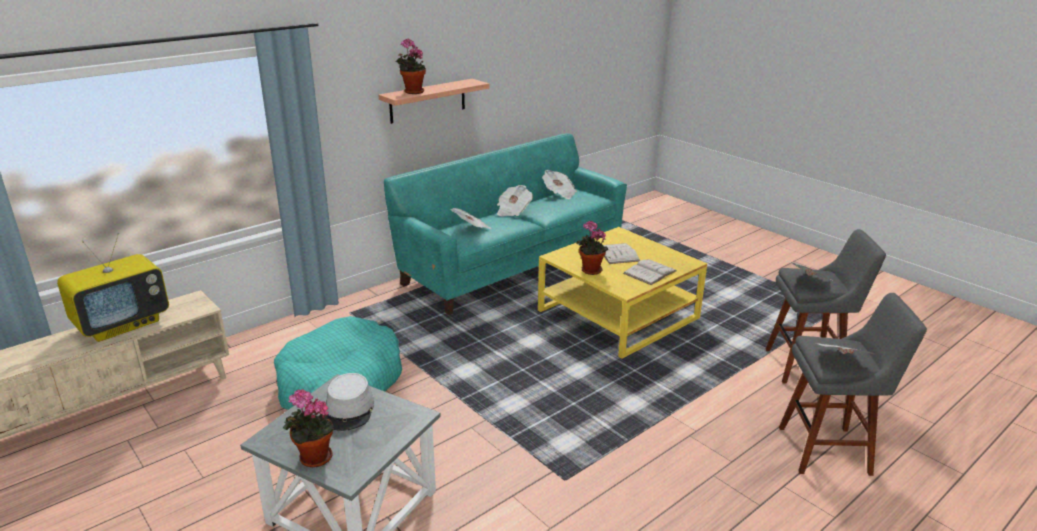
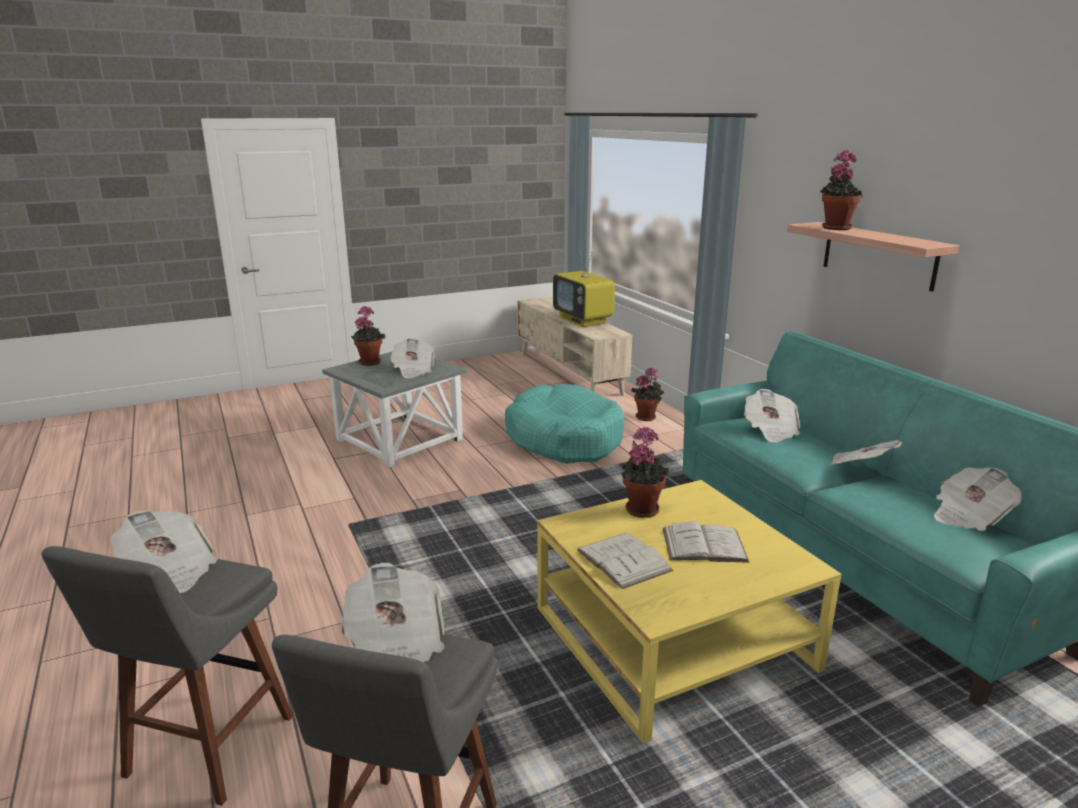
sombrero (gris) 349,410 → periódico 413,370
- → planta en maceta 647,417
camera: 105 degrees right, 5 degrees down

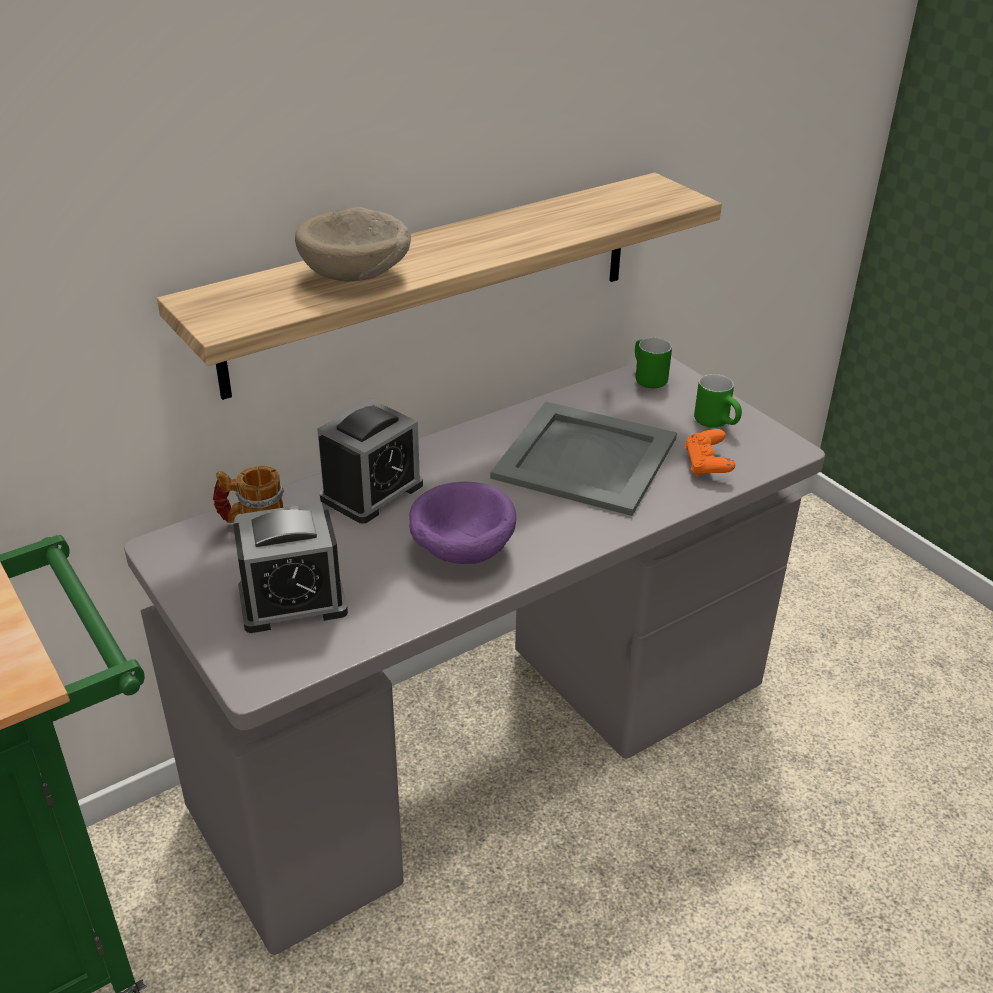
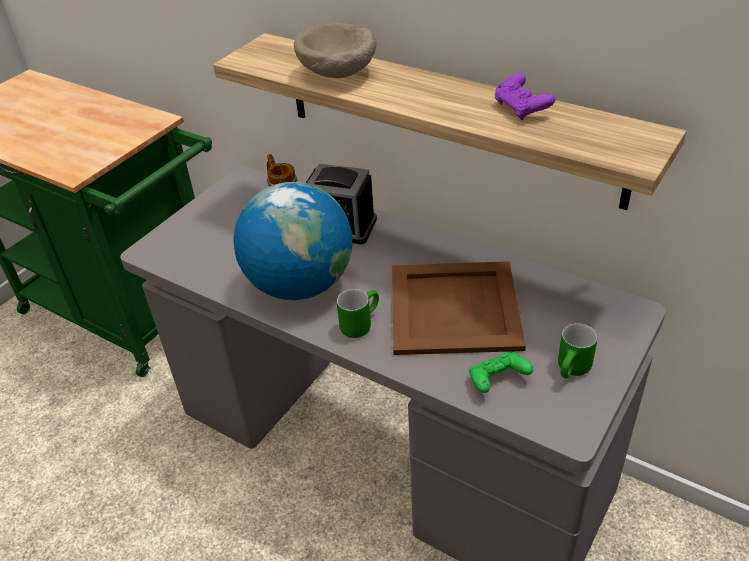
cuenco (morado) 461,551 → globo terráqueo 300,284
taza grande (verde) 645,378 → taza grande (verde) 359,323, shifted
bandeja (gris) 584,457 → bandeja (marrón) 455,307
mando de consola (naranja) 707,466 → mando de consola (verde) 497,381
- → mando de consola (morado) 521,109
despertador 292,601 → -
camera: 70 degrees right, 5 degrees up

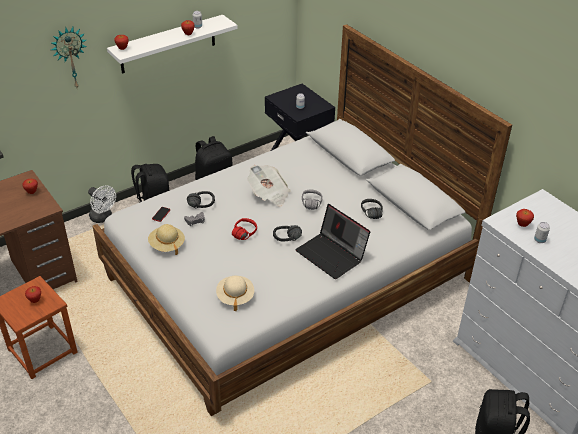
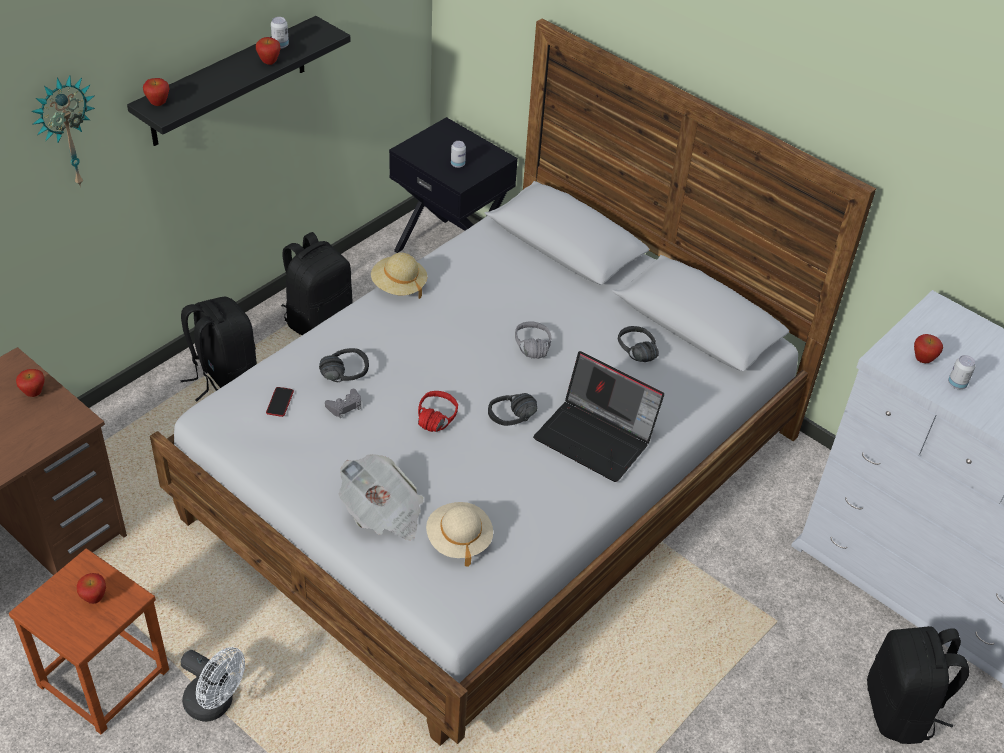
estante (blanco) 168,44 → estante (negro) 228,82
ventilador (blanco) 103,218 → ventilador (blanco) 215,704, shifted
periódico 269,194 → periódico 383,513, shifted
sombrero (beis) 167,245 → sombrero (beis) 399,286, shifted
camera: 15 degrees left, 5 degrees up

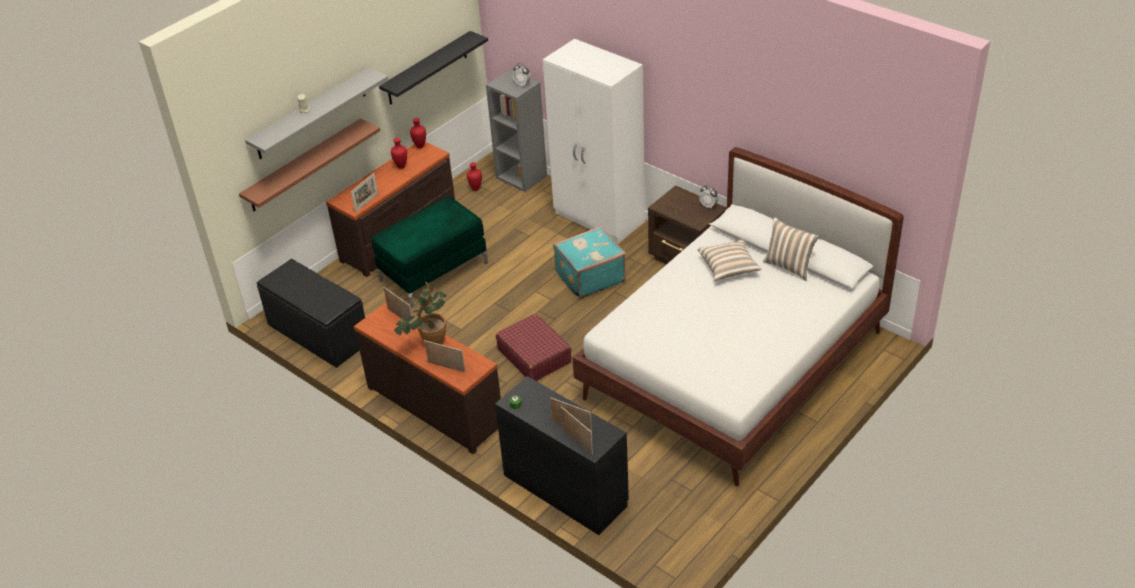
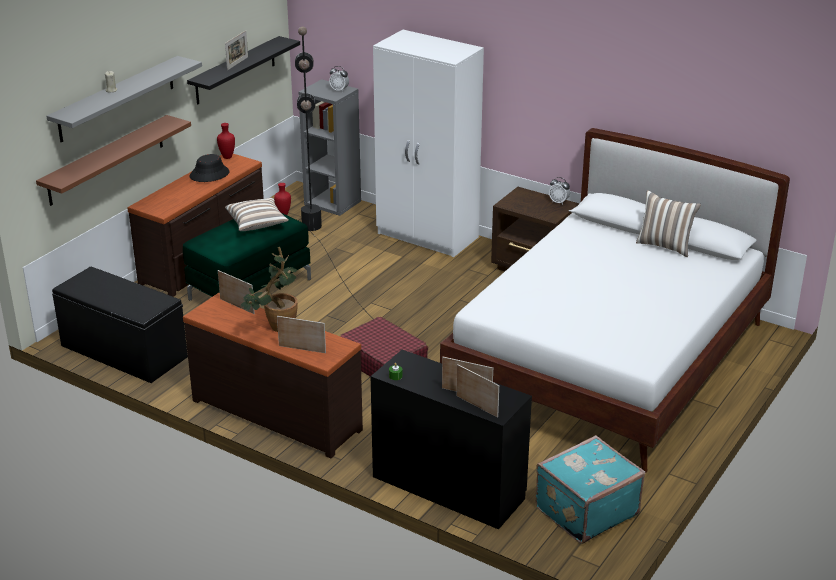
florero (rojo) 401,166 → sombrero (negro) 209,174
portarretratos 366,203 → portarretratos 237,63, shifted
cojín 728,267 → cojín 257,223, shifted
- → lámpara de pie (negro) 327,251
maleta (turquesa) 589,277 → maleta (turquesa) 585,510, shifted
camera: 10 degrees left, 10 degrees down

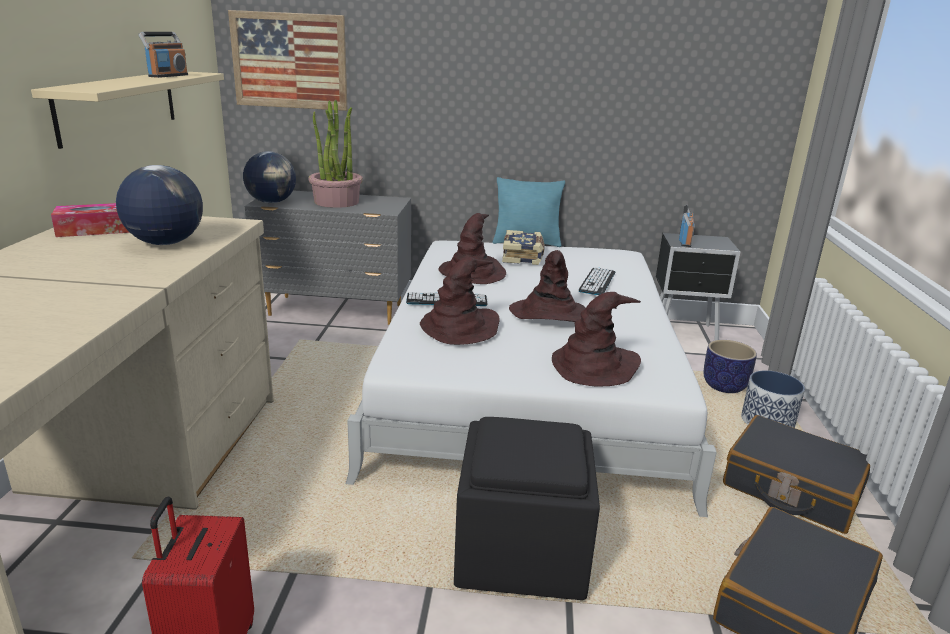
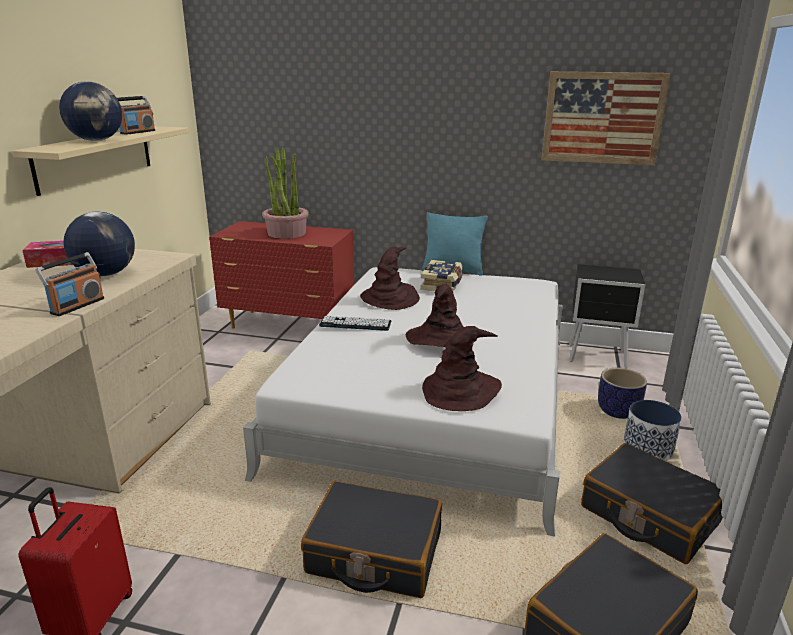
radio 685,241 → radio 77,306, shifted
globo terráqueo 272,202 → globo terráqueo 97,140, shifted
cómoda (gris) 337,311 → cómoda (rojo) 289,326
puf (negro) 522,551 → maleta (negro) 374,553
cuadro 289,61 → cuadro 602,118, shifted
sombrero (marrón) 460,327 → -
teclado 597,282 → -
camera: 10 degrees right, 0 degrees up

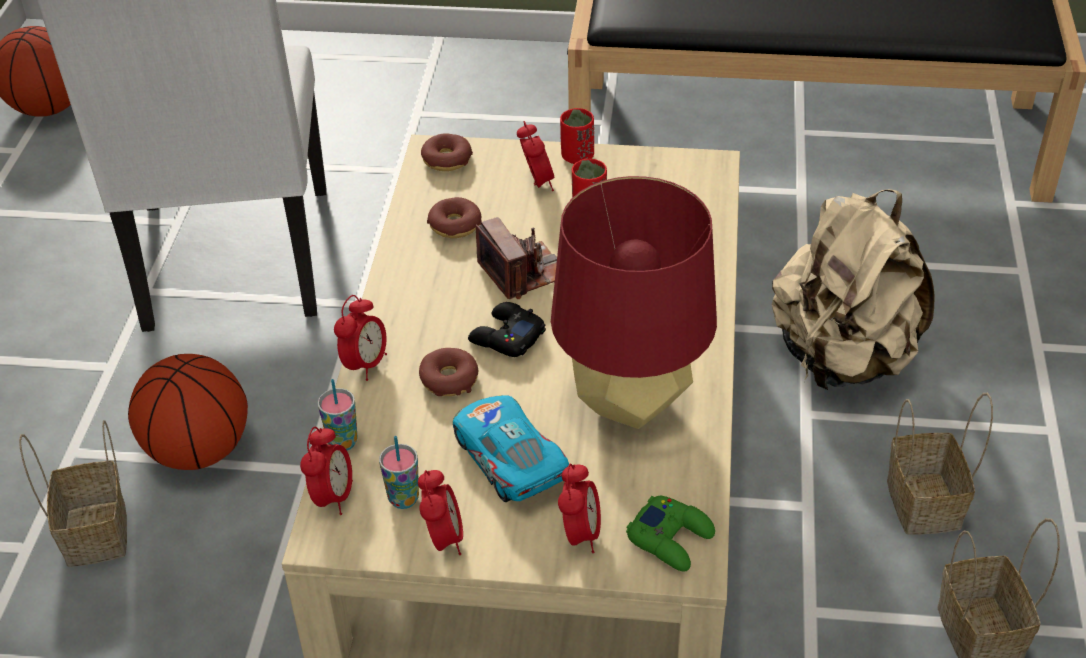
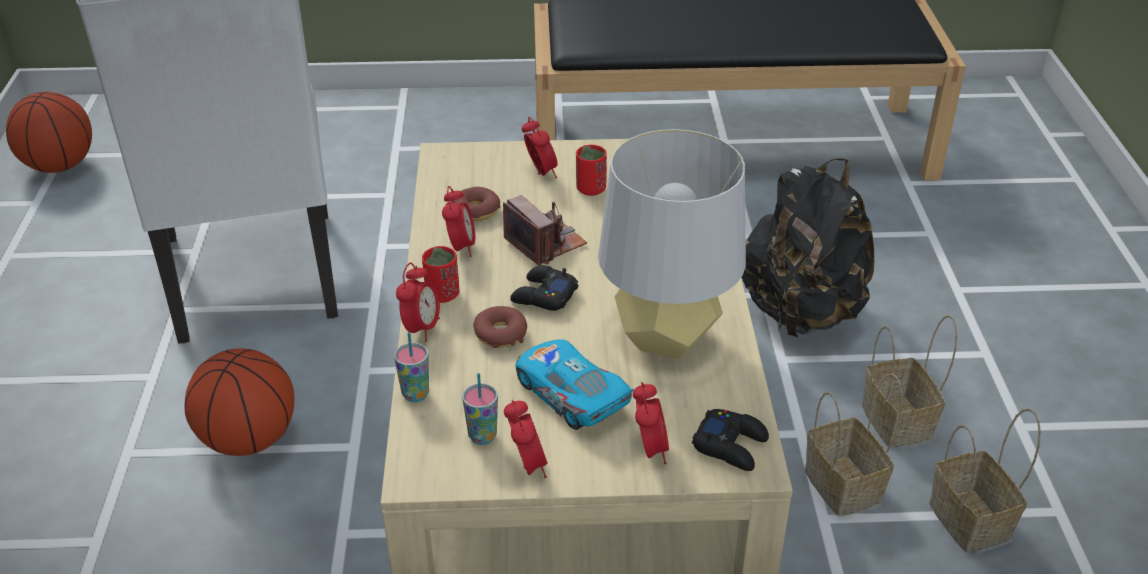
taza (rojo) 577,157 → taza (rojo) 442,295, shifted
despertador 332,497 → despertador 461,247, shifted
lámpara de mesa (rojo) 630,402 → lámpara de mesa (gris) 666,338
mando de consola (verde) 671,538 → mando de consola (negro) 731,445
mochila (beis) 843,358 → mochila (negro) 801,312
cesta 98,535 → cesta 845,487, shifted
rosquilla 446,160 → -
camera: 10 degrees left, 5 degrees down

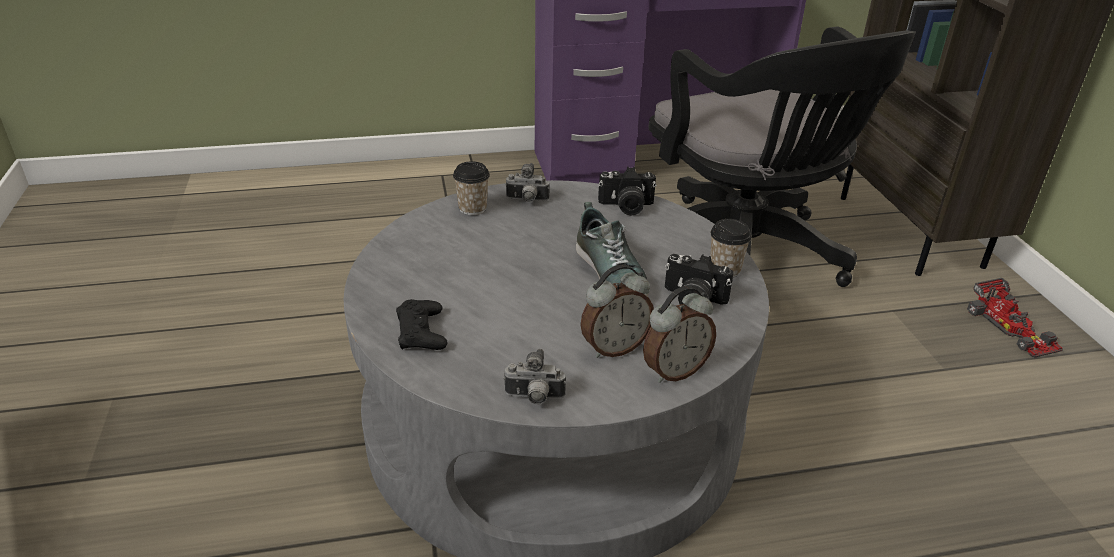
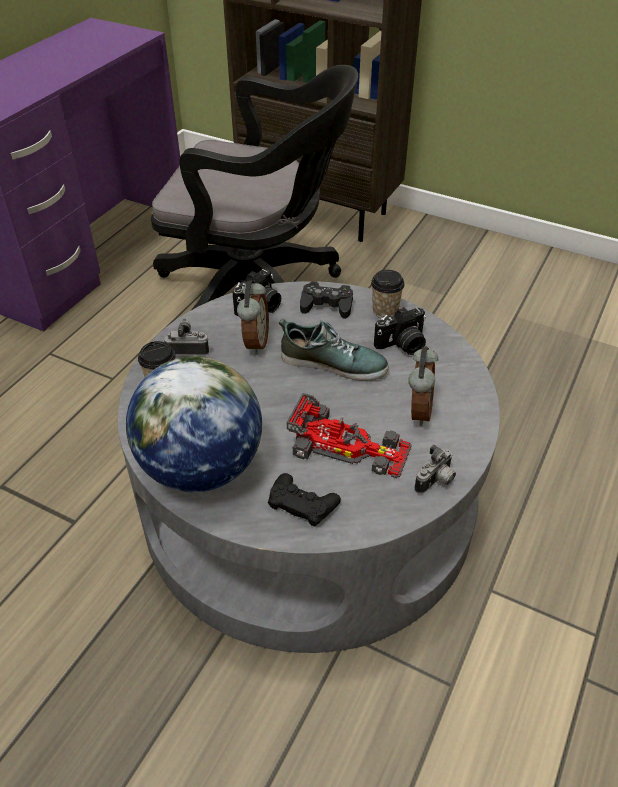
- → globo terráqueo 201,467
cámara 527,200 → cámara 188,350, 135 degrees counterclockwise
despertador 674,371 → despertador 255,342, shifted
coche de juguete 1012,327 → coche de juguete 348,446, shifted
- → mando de consola (negro) 327,305
camera: 50 degrees left, 10 degrees up

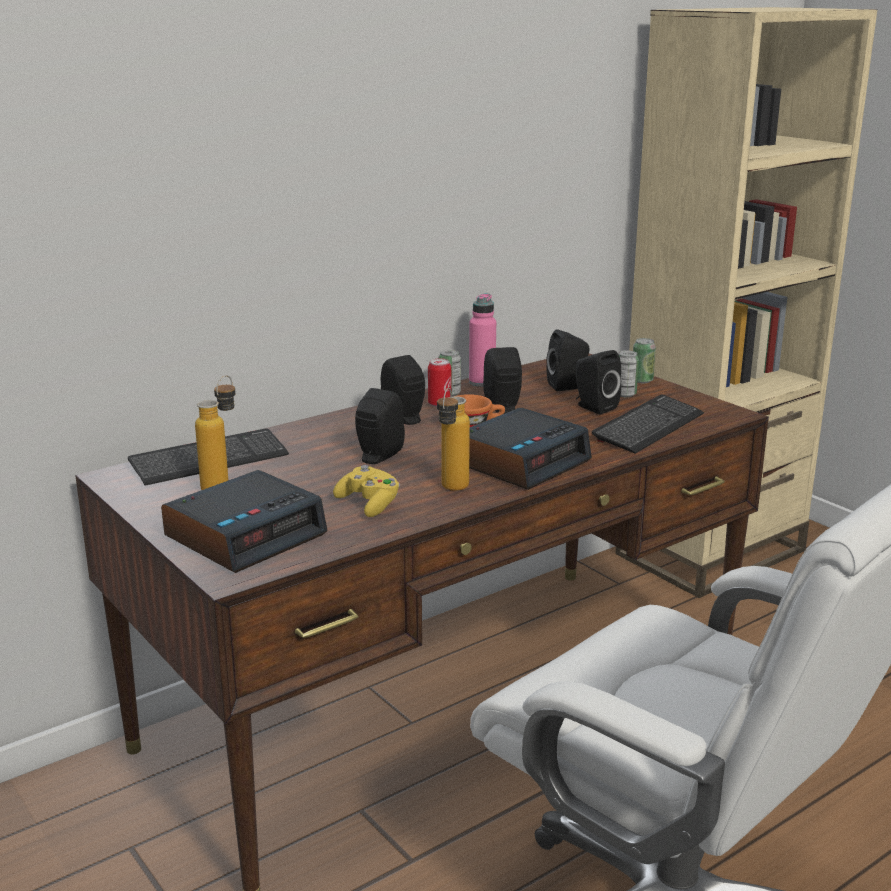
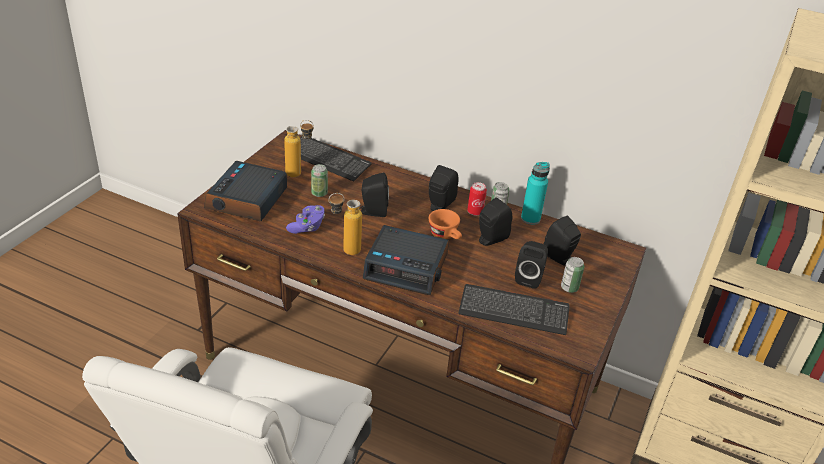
despertador 246,535 → despertador 247,200, 90 degrees clockwise
mando de consola (amarillo) 369,504 → mando de consola (morado) 307,227
lata 642,380 → lata 319,193, shifted
botella (rosa) 482,382 → botella (turquesa) 530,219
camera: 60 degrees right, 15 degrees up

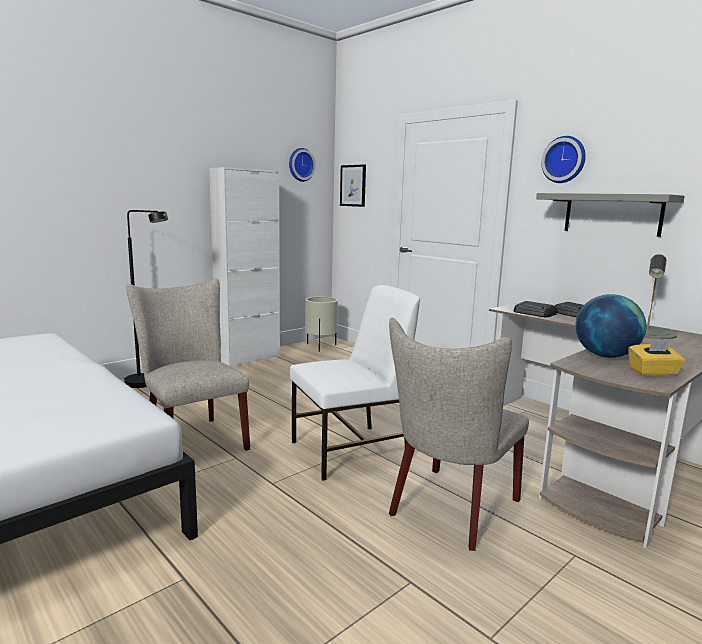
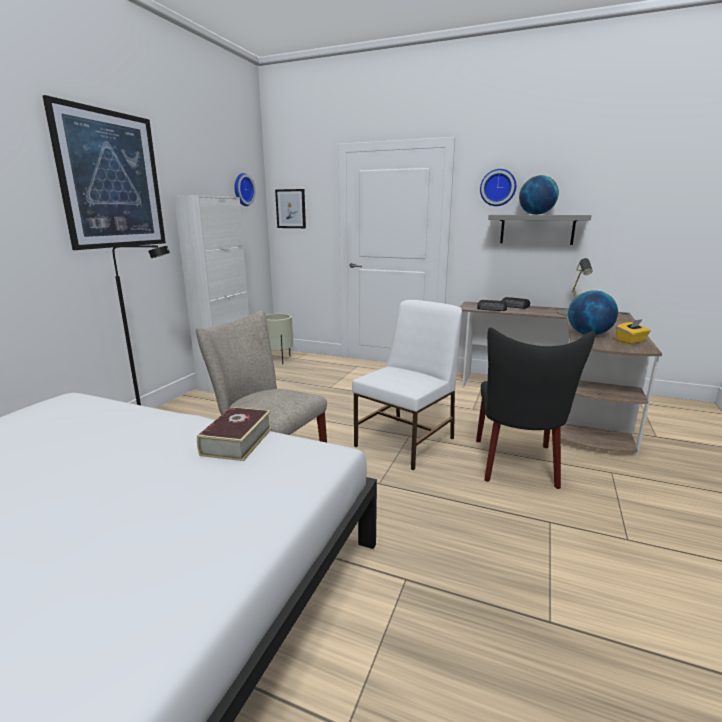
- → cuadro 112,180
- → libro 237,441
silla (beis) 450,510 → silla (negro) 517,466
- → globo terráqueo 536,214
camera: 25 degrees left, 5 degrees up

